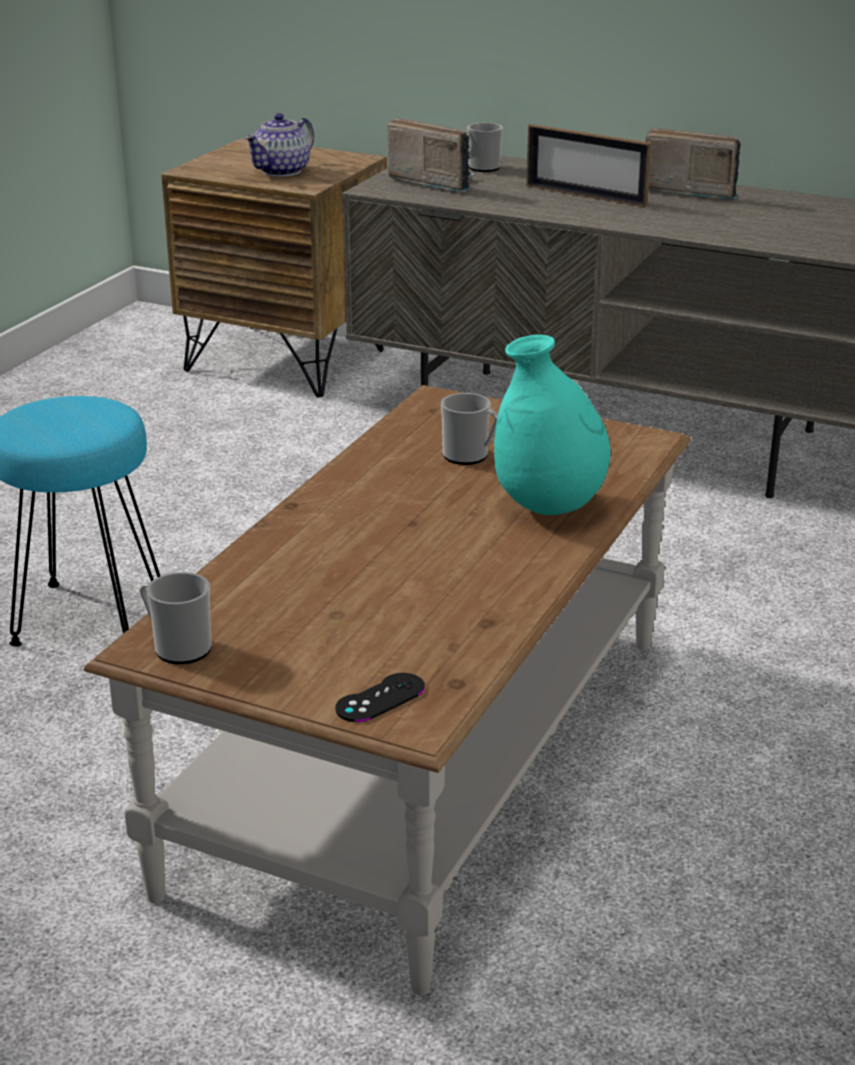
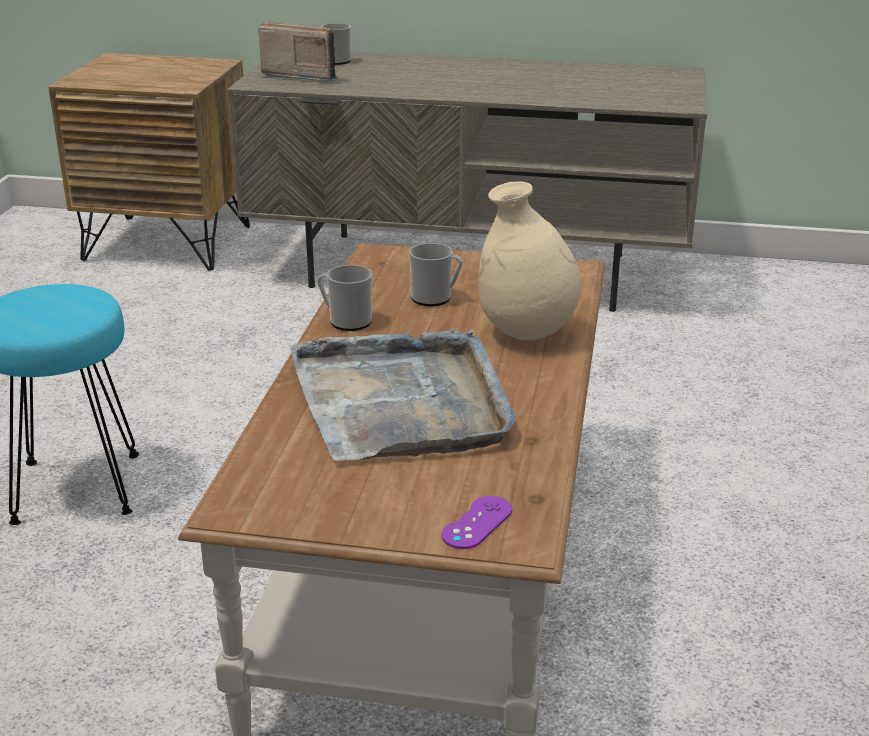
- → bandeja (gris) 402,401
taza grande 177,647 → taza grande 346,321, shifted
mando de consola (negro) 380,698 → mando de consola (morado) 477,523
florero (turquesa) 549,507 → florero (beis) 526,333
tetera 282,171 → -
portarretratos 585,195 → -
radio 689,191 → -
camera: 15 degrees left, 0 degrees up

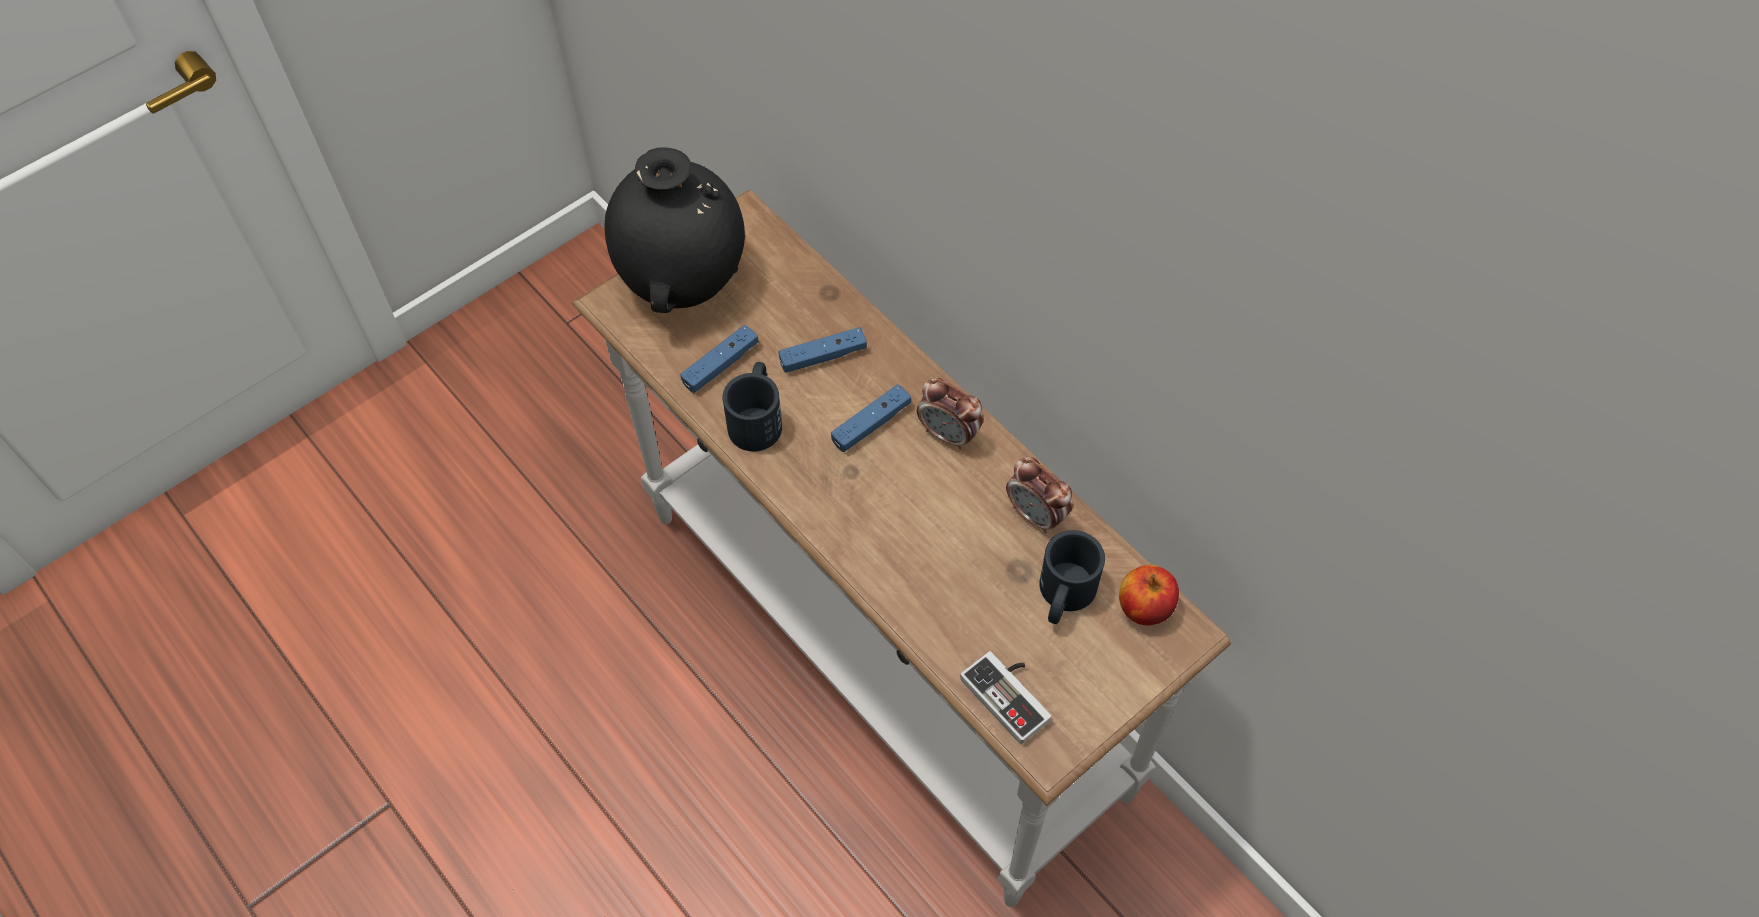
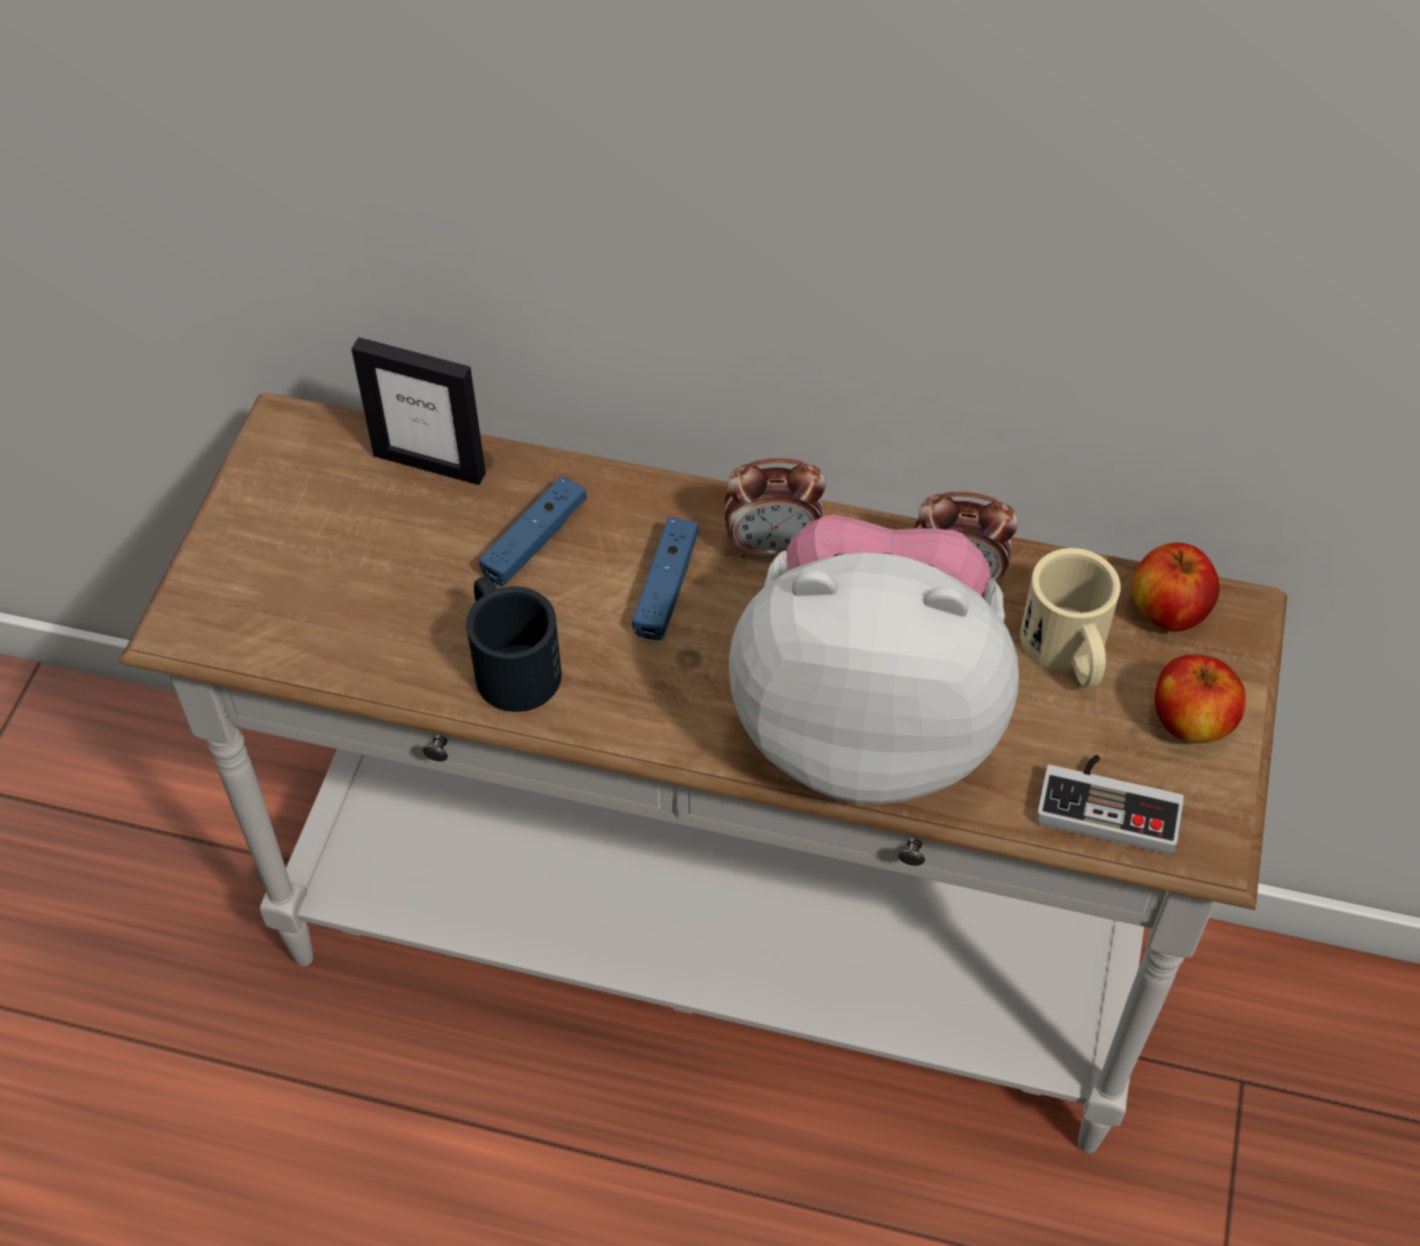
- → portarretratos 430,464
- → peluche 867,724
taza grande (negro) 1063,596 → taza grande (beis) 1069,654
- → manzana 1191,723
florero (negro) 683,280 → -
mando de consola (azul) 720,365 → -
camera: 35 degrees left, 5 degrees down

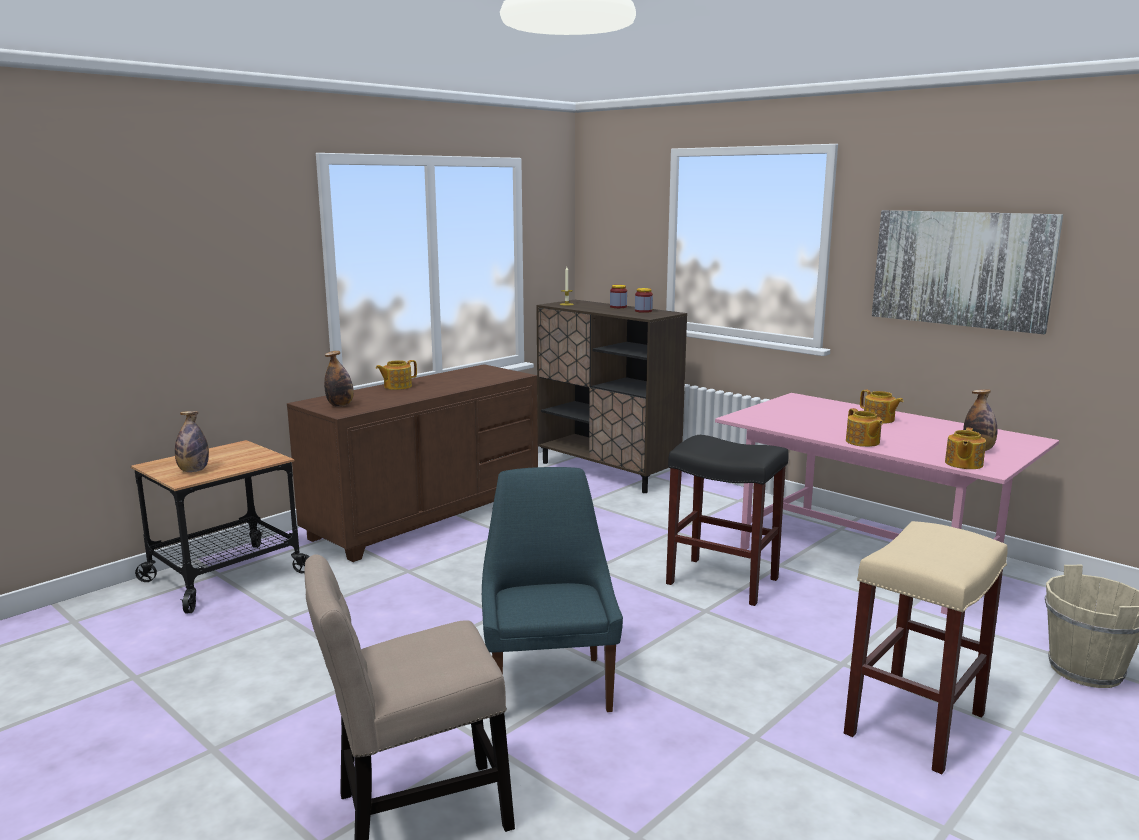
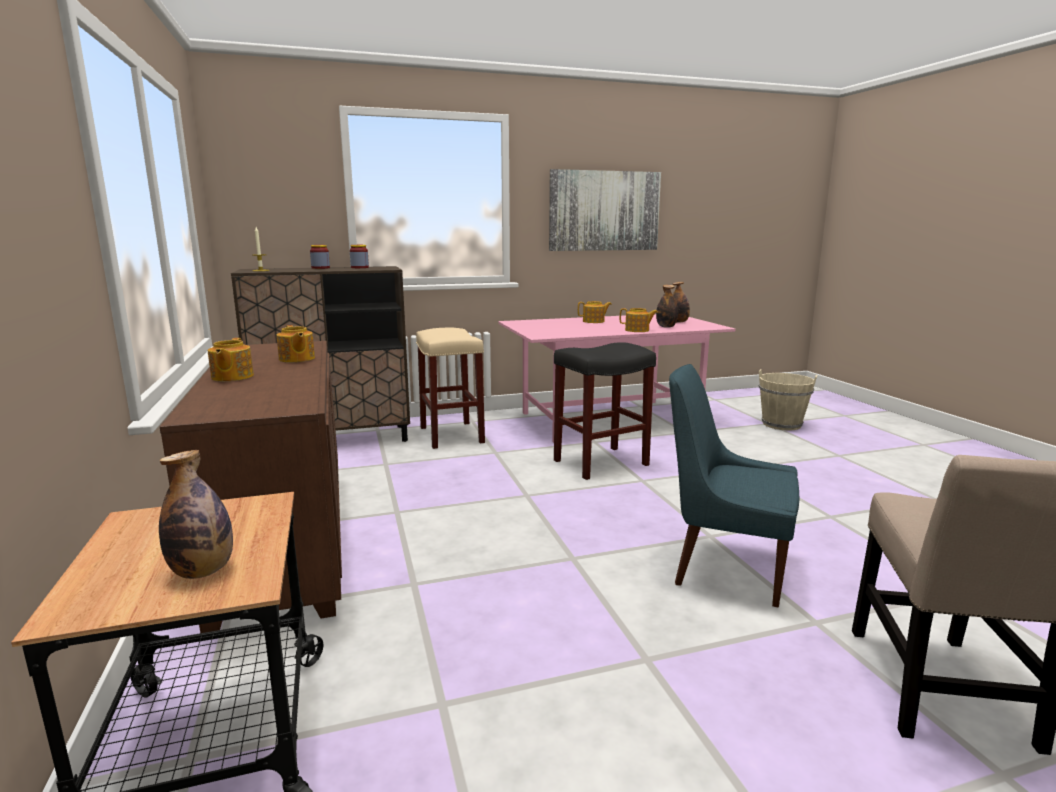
tetera 963,464 → tetera 296,359, shifted
taburete (beis) 914,722 → taburete (beis) 450,434, shifted
botella 340,405 → botella 666,327, shifted
camera: 60 degrees left, 0 degrees up

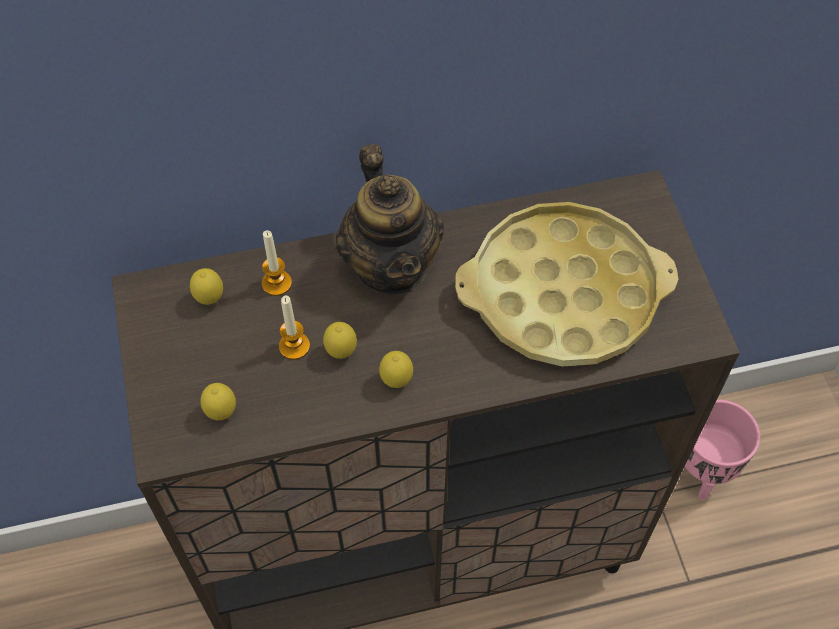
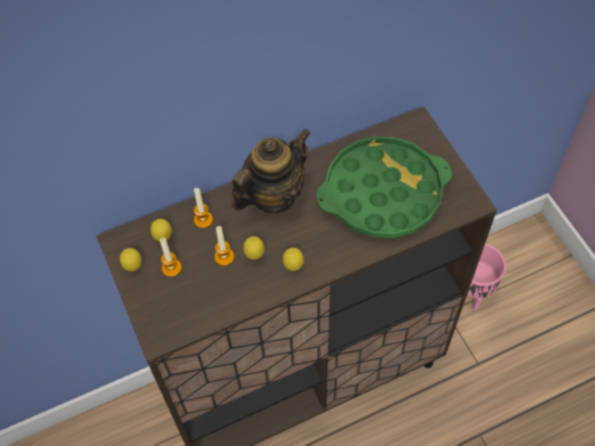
limón 221,413 → limón 133,267, shifted
- → vela 171,268
tetera 391,265 → tetera 273,195, 105 degrees counterclockwise
bandeja (amarillo) 563,293 → bandeja (verde) 382,193
camera: 10 degrees left, 0 degrees up

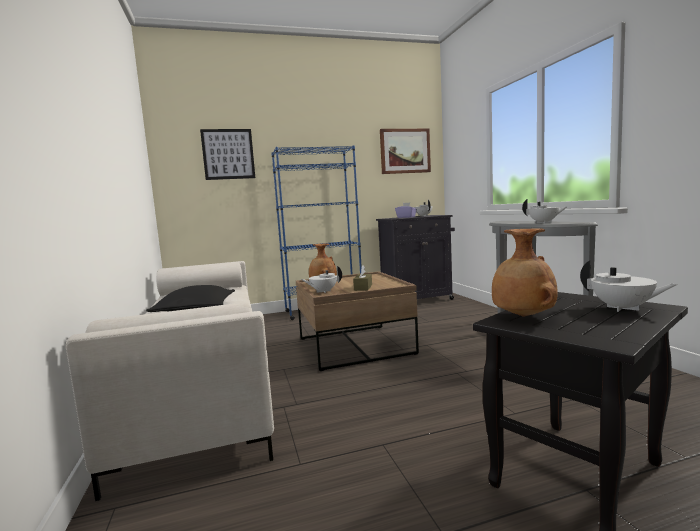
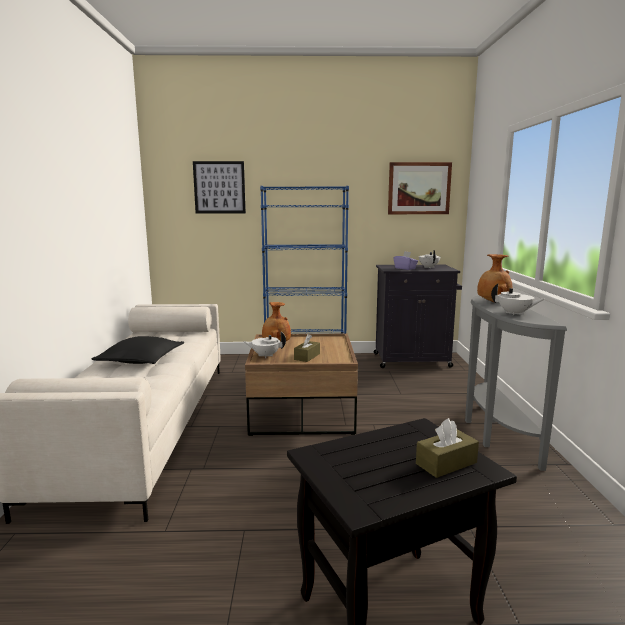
tetera (blanco) 622,308 → caja de pañuelos (marrón) 446,463
florero (marrón) 522,316 → florero (marrón) 492,302, shifted
camera: 15 degrees right, 5 degrees up

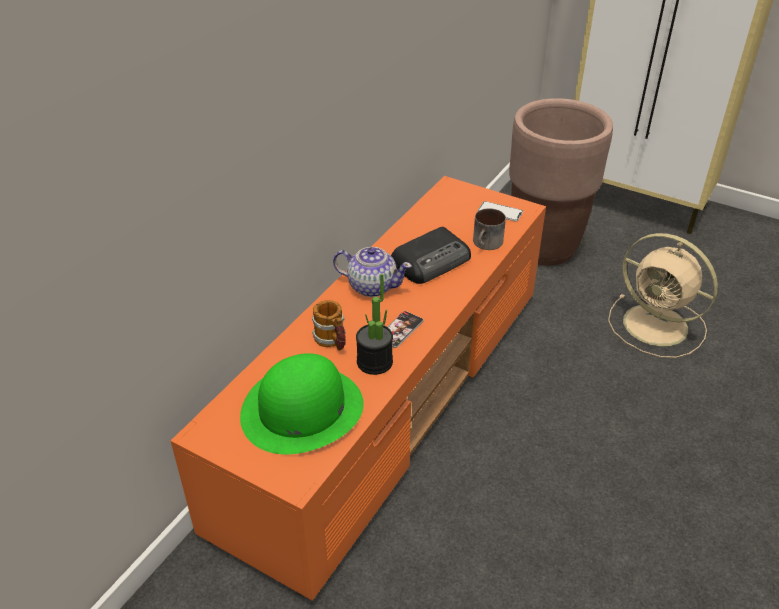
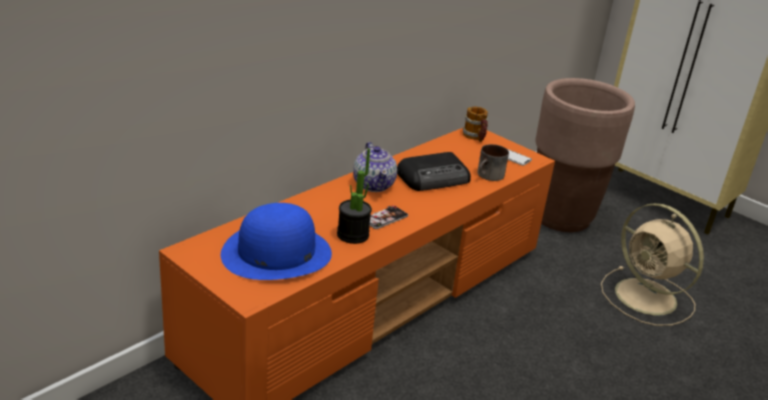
sombrero (verde) 302,410 → sombrero (azul) 276,253
tetera 371,286 → tetera 374,184, 45 degrees clockwise
taza grande 332,341 → taza grande 475,137, shifted
camera: 10 degrees right, 10 degrees down

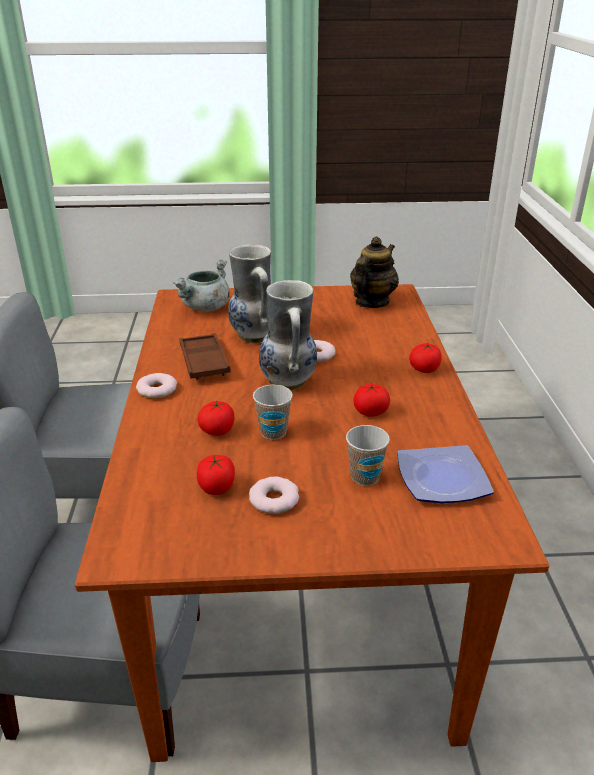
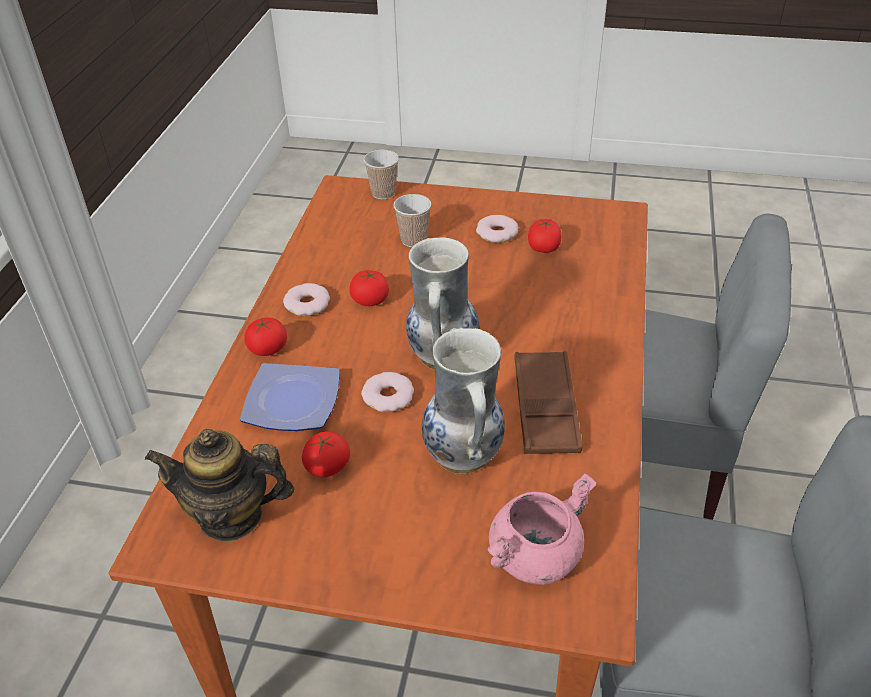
tetera 371,302 → tetera 231,516, 45 degrees clockwise
plato 441,480 → plato 294,401, shifted
rosquilla 156,390 → rosquilla 307,304, shifted
tomate 217,430 → tomate 327,467, shifted
taza 273,432 → taza 383,193, shifted
olla (gris) 206,308 → olla (rosa) 534,555
camera: 165 degrees left, 10 degrees up

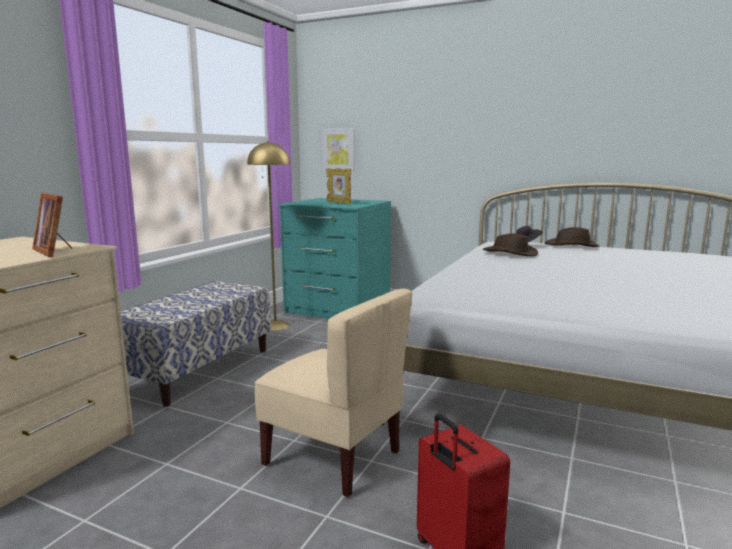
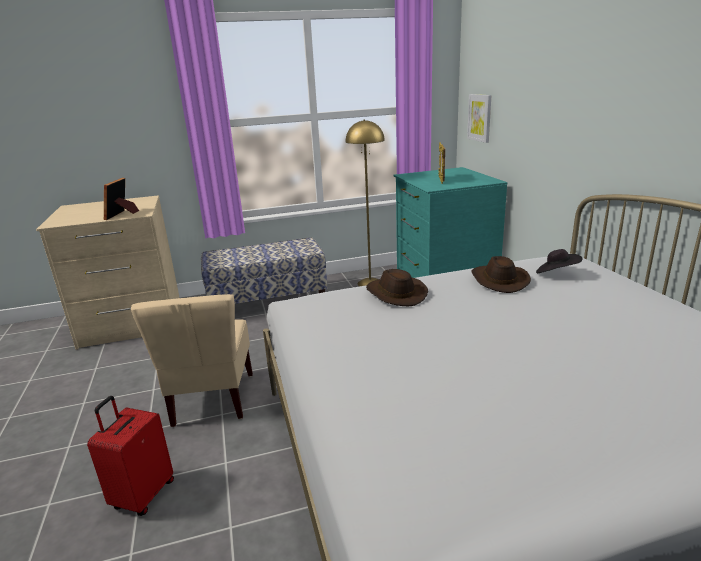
sombrero (marrón) 572,246 → sombrero (marrón) 395,294, shifted
camera: 50 degrees right, 10 degrees up

